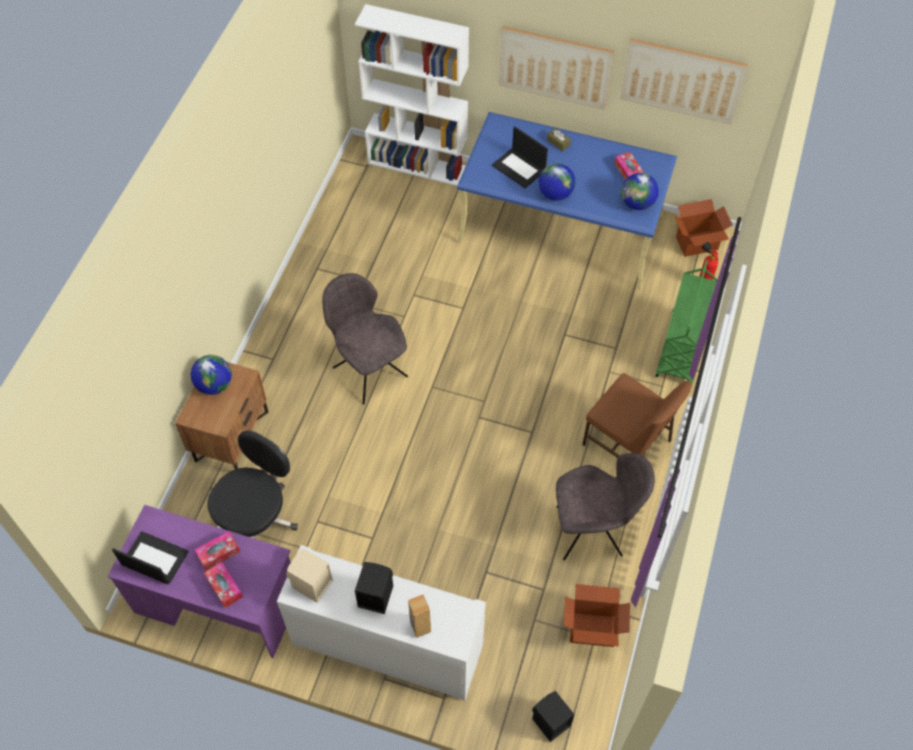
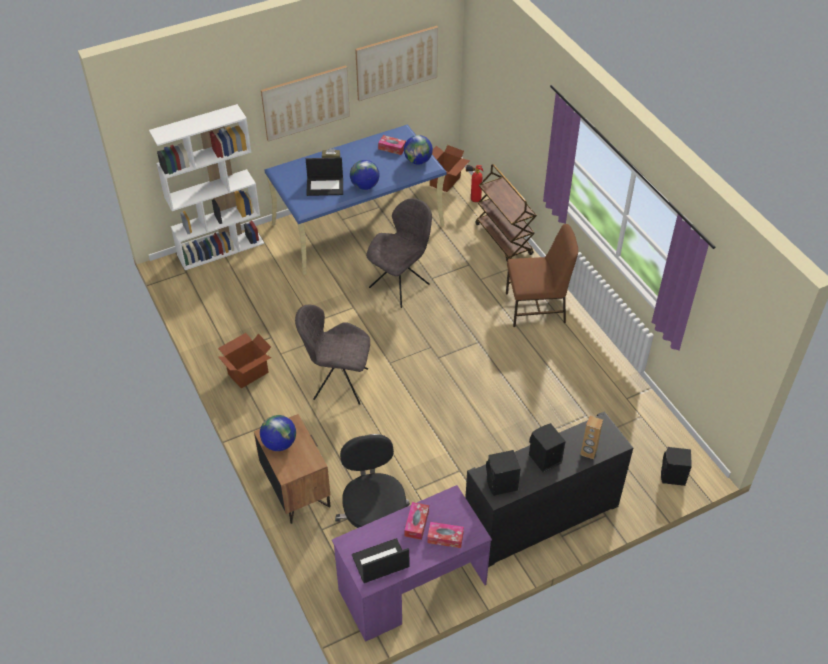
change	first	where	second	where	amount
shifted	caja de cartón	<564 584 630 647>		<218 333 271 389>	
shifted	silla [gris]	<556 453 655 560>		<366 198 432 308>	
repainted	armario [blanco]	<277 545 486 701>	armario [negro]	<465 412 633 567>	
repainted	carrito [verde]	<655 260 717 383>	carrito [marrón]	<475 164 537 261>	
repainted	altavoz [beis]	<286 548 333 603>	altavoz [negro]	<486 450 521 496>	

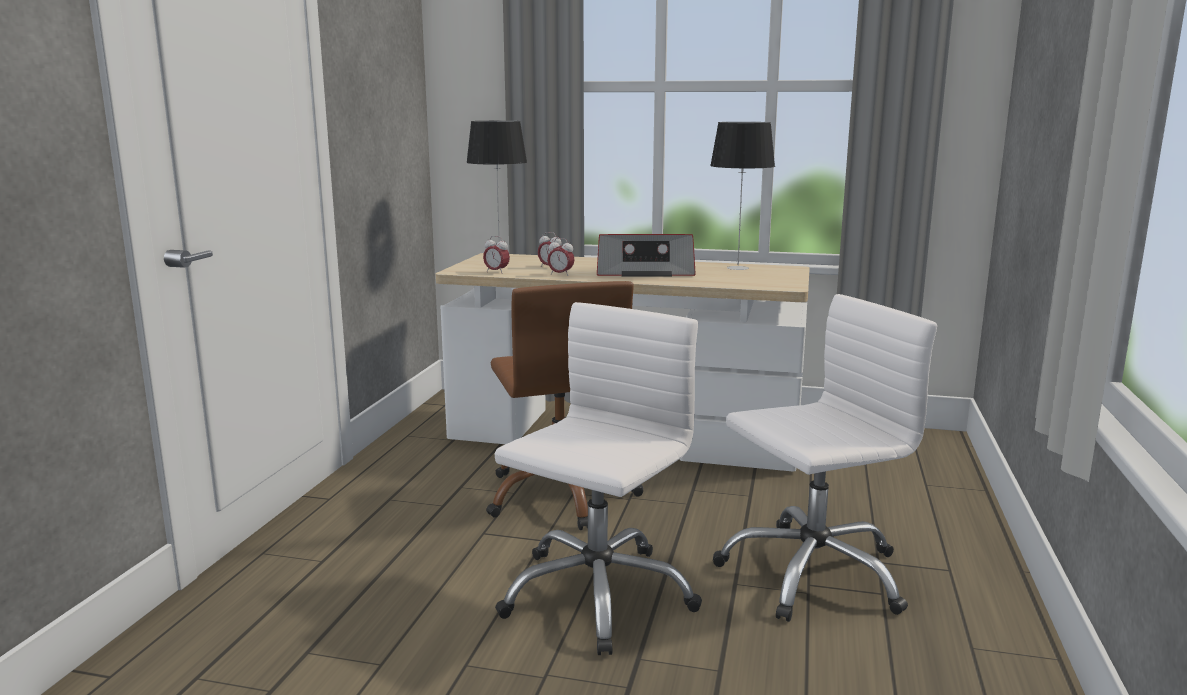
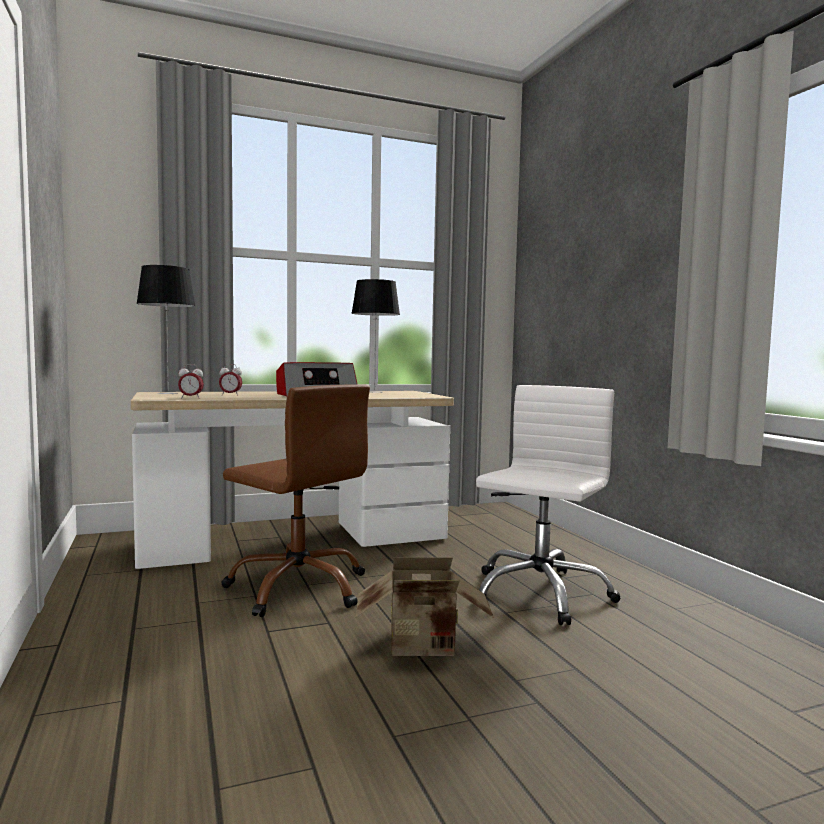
change	first	where	second	where	amount
swapped	silla de oficina [blanco]	<494 302 702 655>	caja de cartón	<355 557 494 656>	
gone	despertador	<547 238 575 276>			

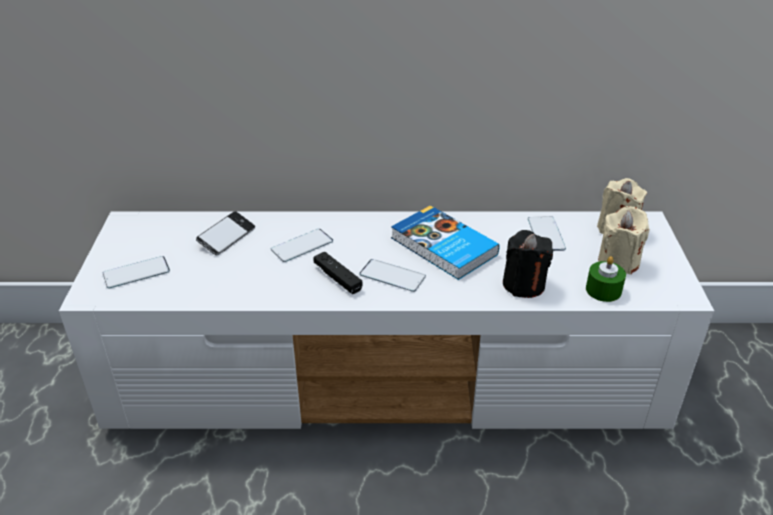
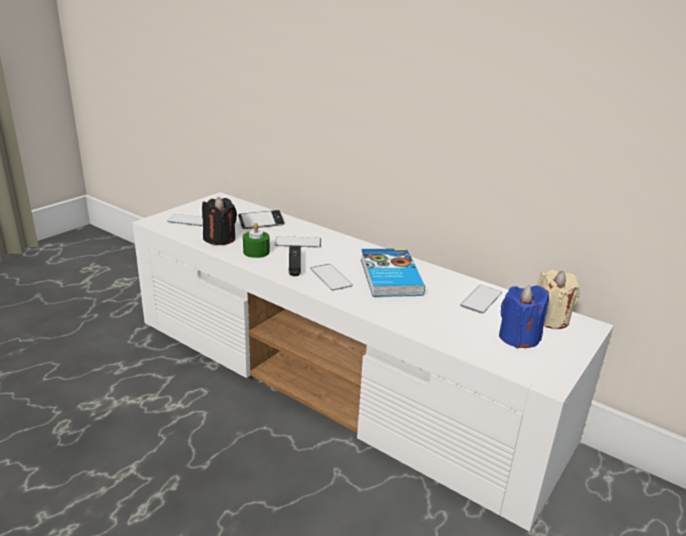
change	first	where	second	where	amount
shifted	vela [negro]	<503 230 553 298>		<202 197 237 245>	
shifted	vela [verde]	<586 256 626 302>		<243 223 270 258>	
repainted	vela [beis]	<598 206 649 275>	vela [azul]	<499 285 549 348>	

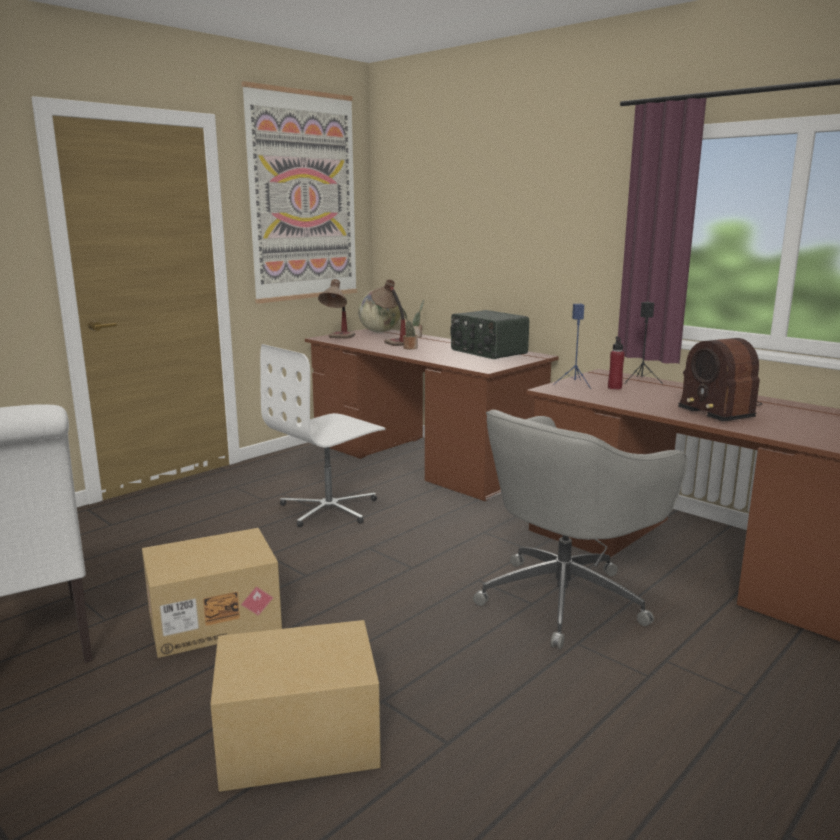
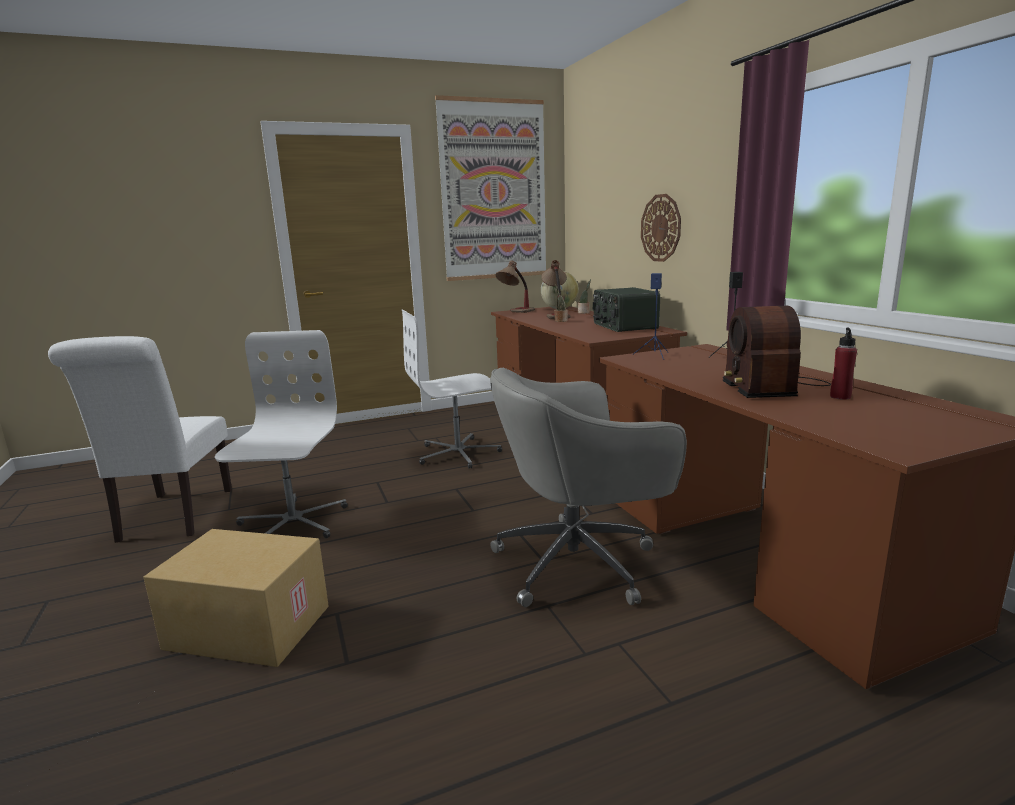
change	first	where	second	where	amount
swapped	caja de cartón	<142 528 282 658>	silla de oficina [blanco]	<215 330 348 538>	
new			reloj de pared	<641 194 681 262>	
shifted	botella [rojo]	<608 337 625 390>		<830 328 857 400>	

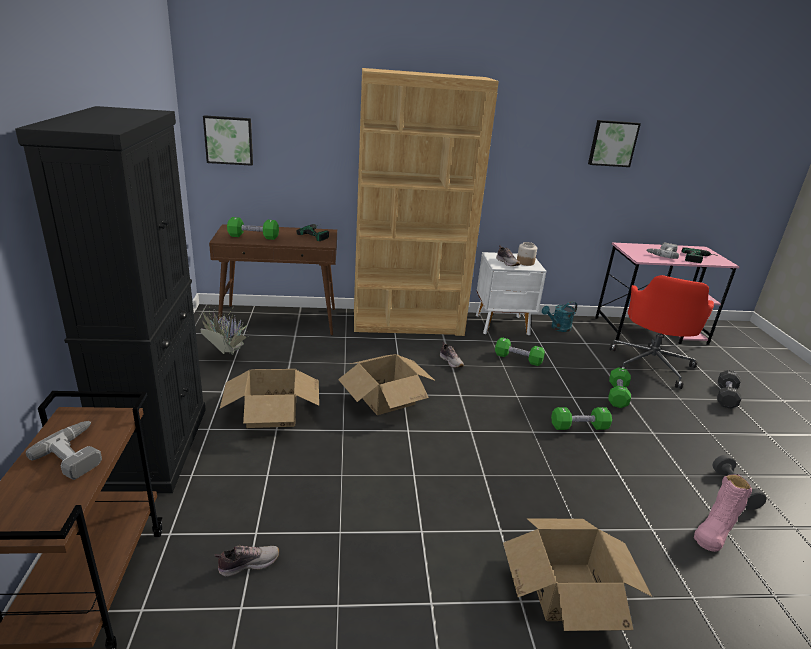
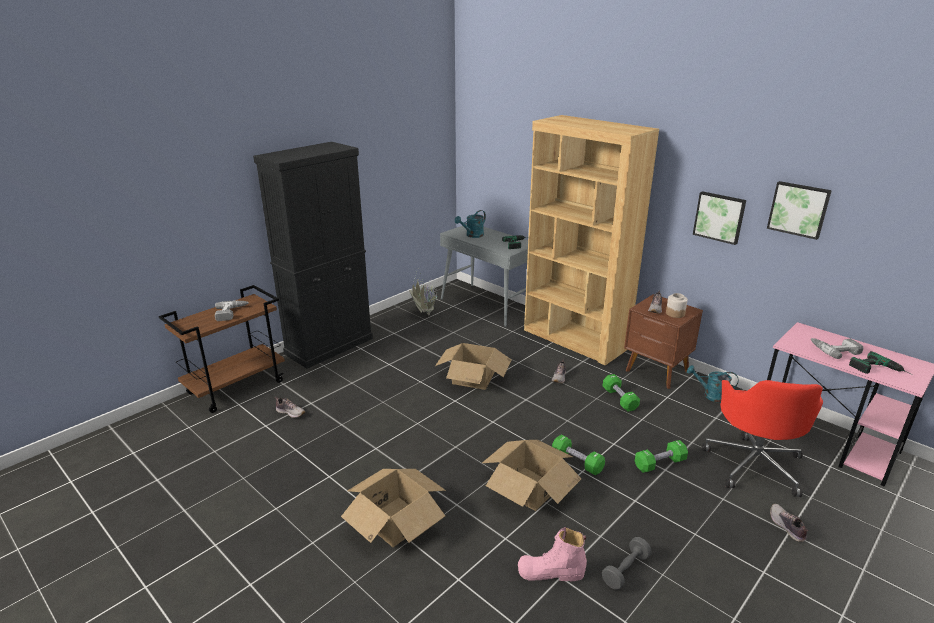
change	first	where	second	where	amount
repainted	mesa consola [marrón]	<209 224 337 336>	mesa consola [gris]	<440 224 528 327>	
swapped	mancuerna [verde]	<227 217 279 240>	regadera [turquesa]	<455 210 486 238>	
shifted	caja de cartón	<220 369 319 428>		<482 440 581 511>	
repainted	mesita de noche [blanco]	<476 252 547 335>	mesita de noche [marrón]	<624 294 703 389>	
shifted	cuadro	<203 115 253 166>		<693 191 746 245>	
rotated	silla de oficina [rojo]	<609 275 714 389>		<702 380 823 497>	60 degrees counterclockwise
swapped	mancuerna [negro]	<717 370 741 409>	zapato	<770 504 809 542>	

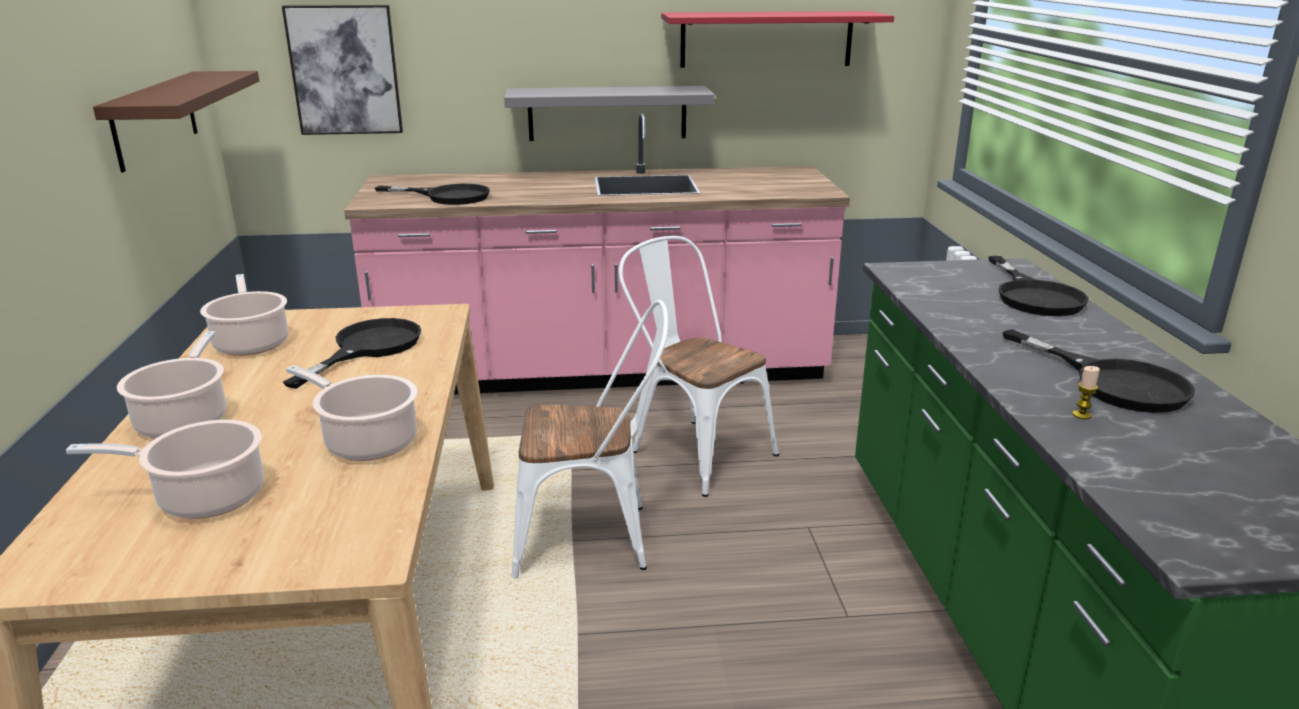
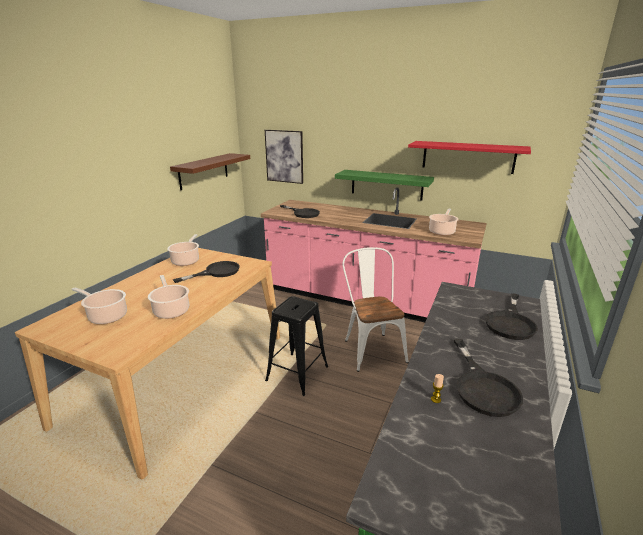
change	first	where	second	where	amount
swapped	silla [blanco]	<512 300 668 578>	taburete [negro]	<265 296 328 396>	
repainted	estante [gris]	<504 86 715 141>	estante [verde]	<335 170 434 201>	
shifted	olla	<117 331 226 439>		<429 208 459 236>	

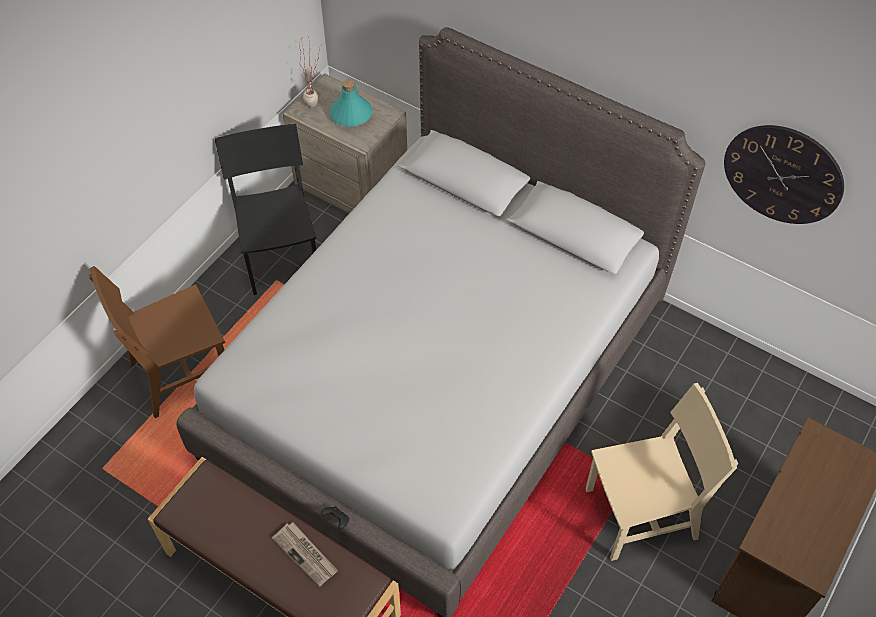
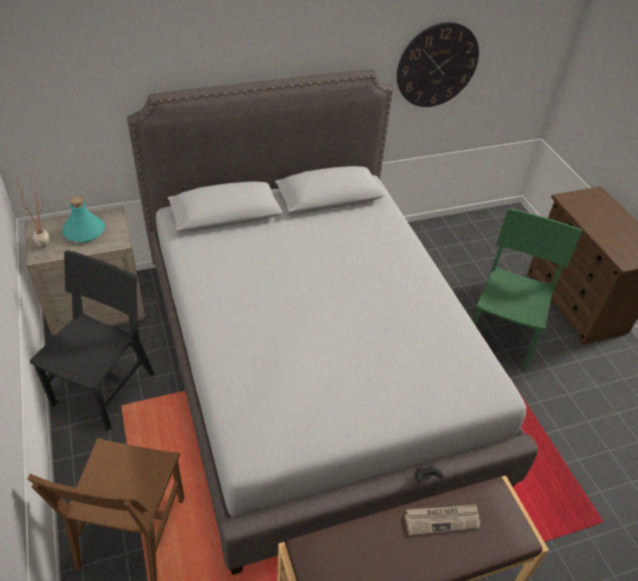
change	first	where	second	where	amount
rotated	silla [negro]	<215 124 316 295>		<29 250 154 431>	90 degrees clockwise
repainted	silla [beis]	<586 383 738 561>	silla [verde]	<473 208 582 371>	

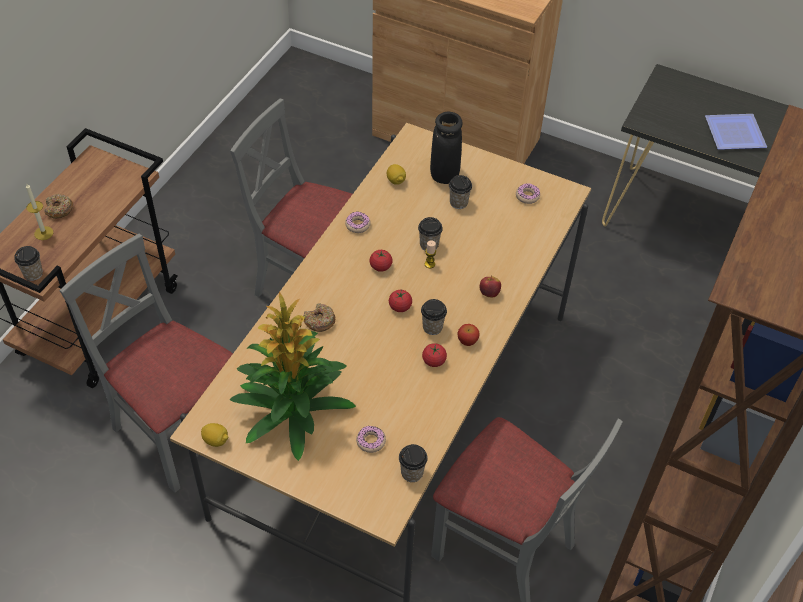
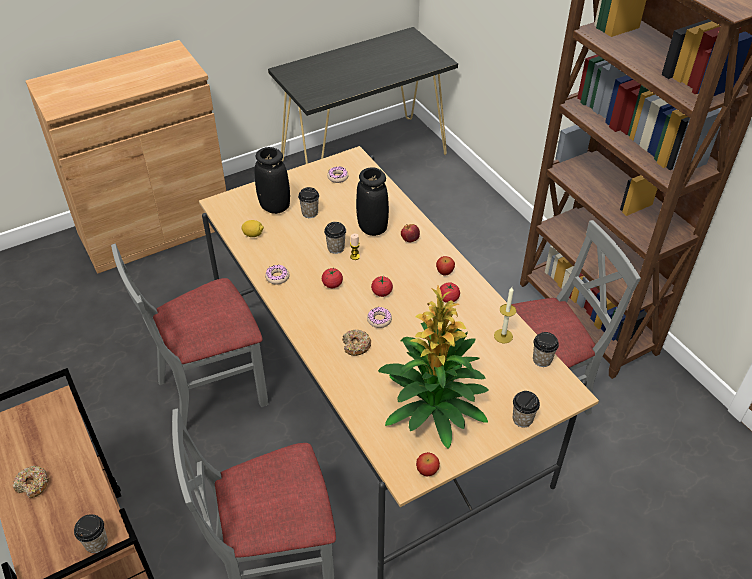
change	first	where	second	where	amount
new			florero [negro]	<356 167 389 236>	
shifted	rosquilla	<356 426 386 453>		<367 307 392 328>	
swapped	limón	<201 423 228 447>	manzana	<416 452 440 477>	
shifted	vela	<26 184 53 240>		<494 287 516 343>	
shifted	taza	<421 299 447 335>		<513 391 540 428>	
gone	plato	<705 114 767 150>			

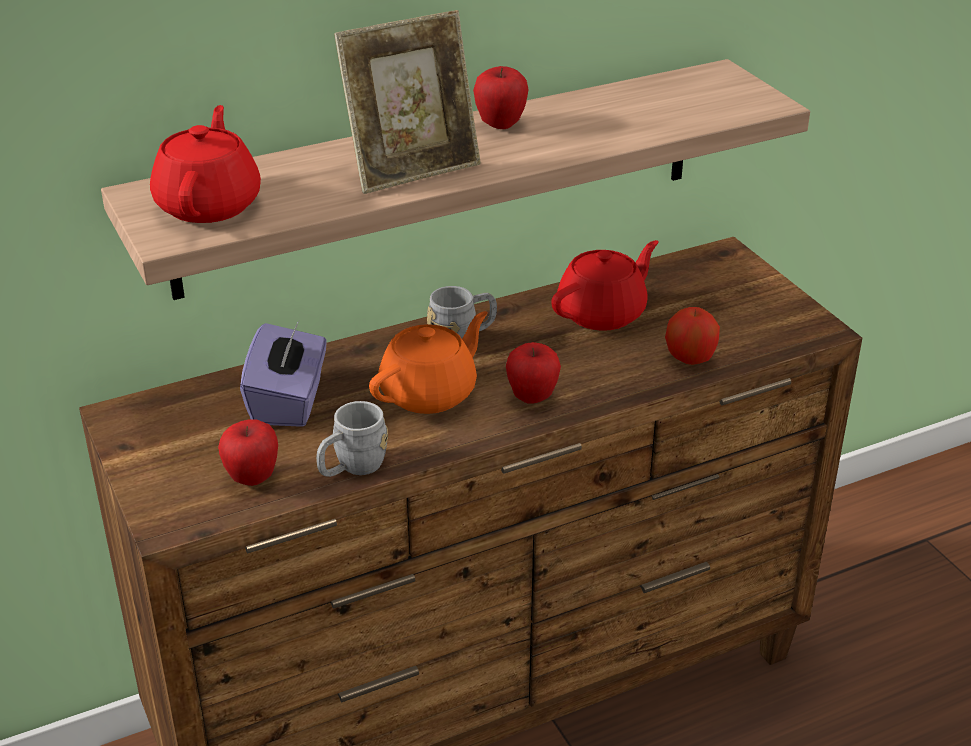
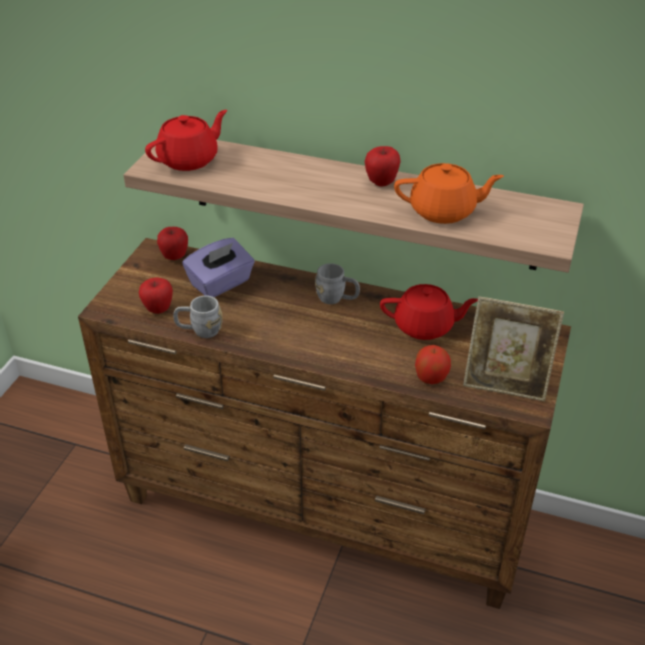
change	first	where	second	where	amount
shifted	manzana	<506 342 561 404>		<157 227 188 260>	
shifted	tetera [naranja]	<369 311 488 414>		<394 163 504 224>	
shifted	portarretratos	<334 10 481 194>		<463 296 564 401>	

